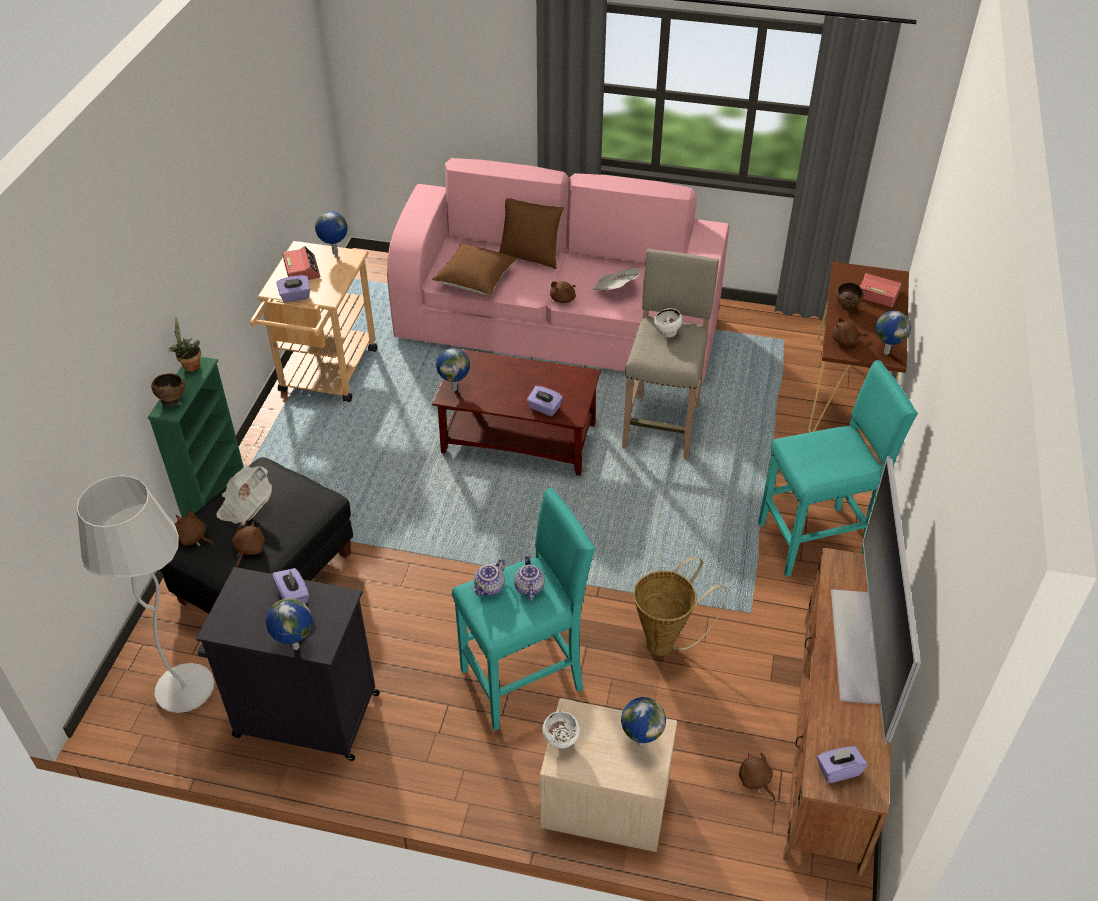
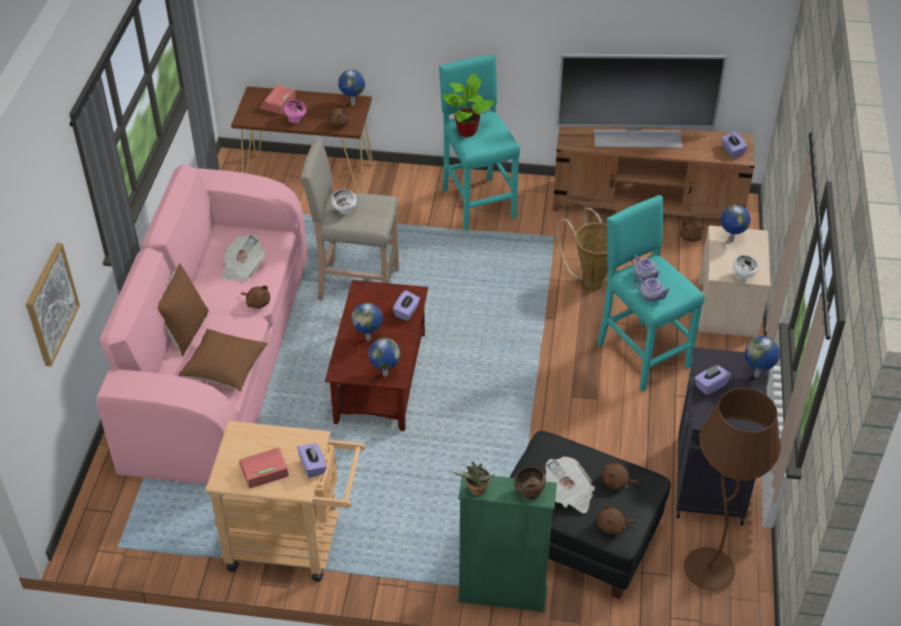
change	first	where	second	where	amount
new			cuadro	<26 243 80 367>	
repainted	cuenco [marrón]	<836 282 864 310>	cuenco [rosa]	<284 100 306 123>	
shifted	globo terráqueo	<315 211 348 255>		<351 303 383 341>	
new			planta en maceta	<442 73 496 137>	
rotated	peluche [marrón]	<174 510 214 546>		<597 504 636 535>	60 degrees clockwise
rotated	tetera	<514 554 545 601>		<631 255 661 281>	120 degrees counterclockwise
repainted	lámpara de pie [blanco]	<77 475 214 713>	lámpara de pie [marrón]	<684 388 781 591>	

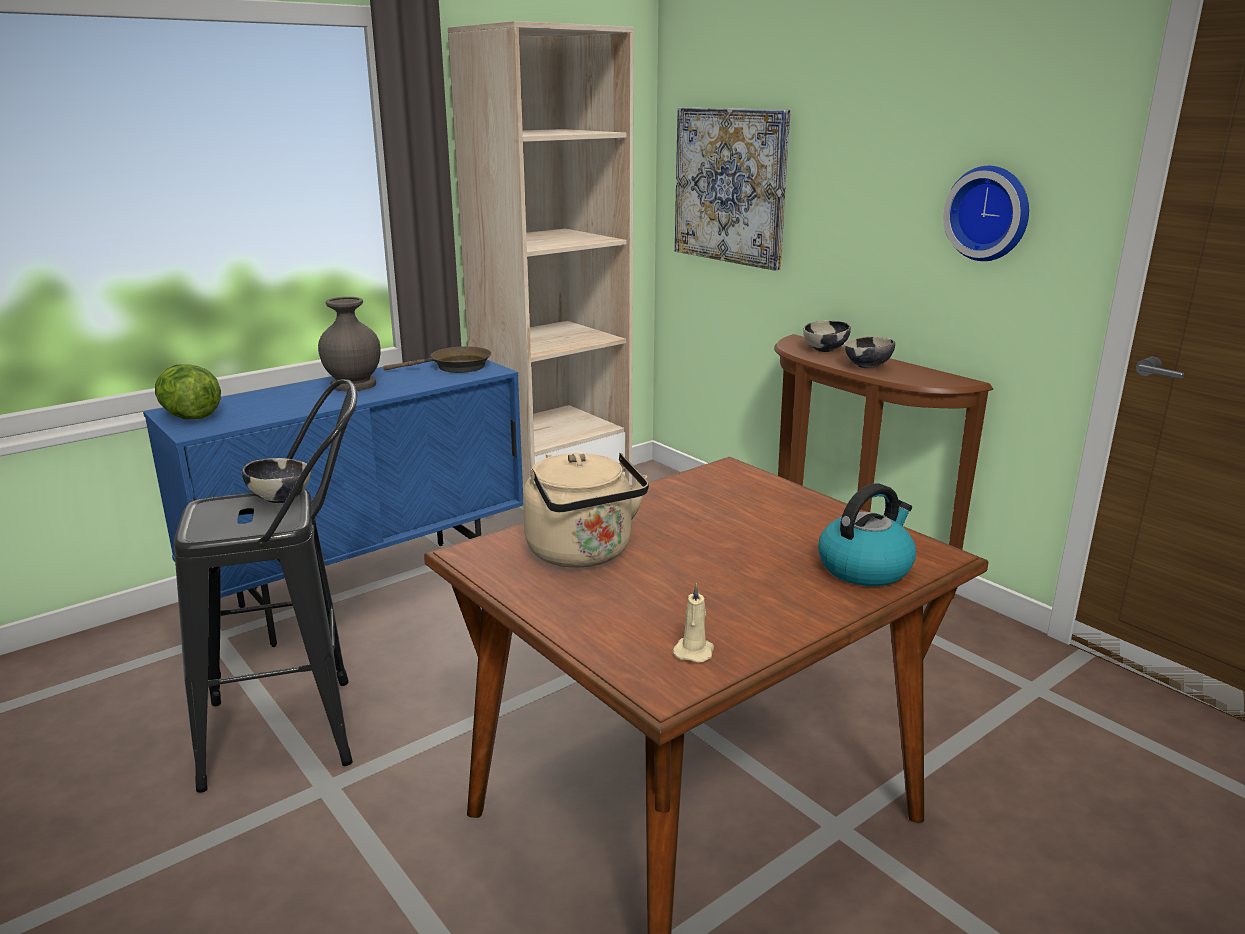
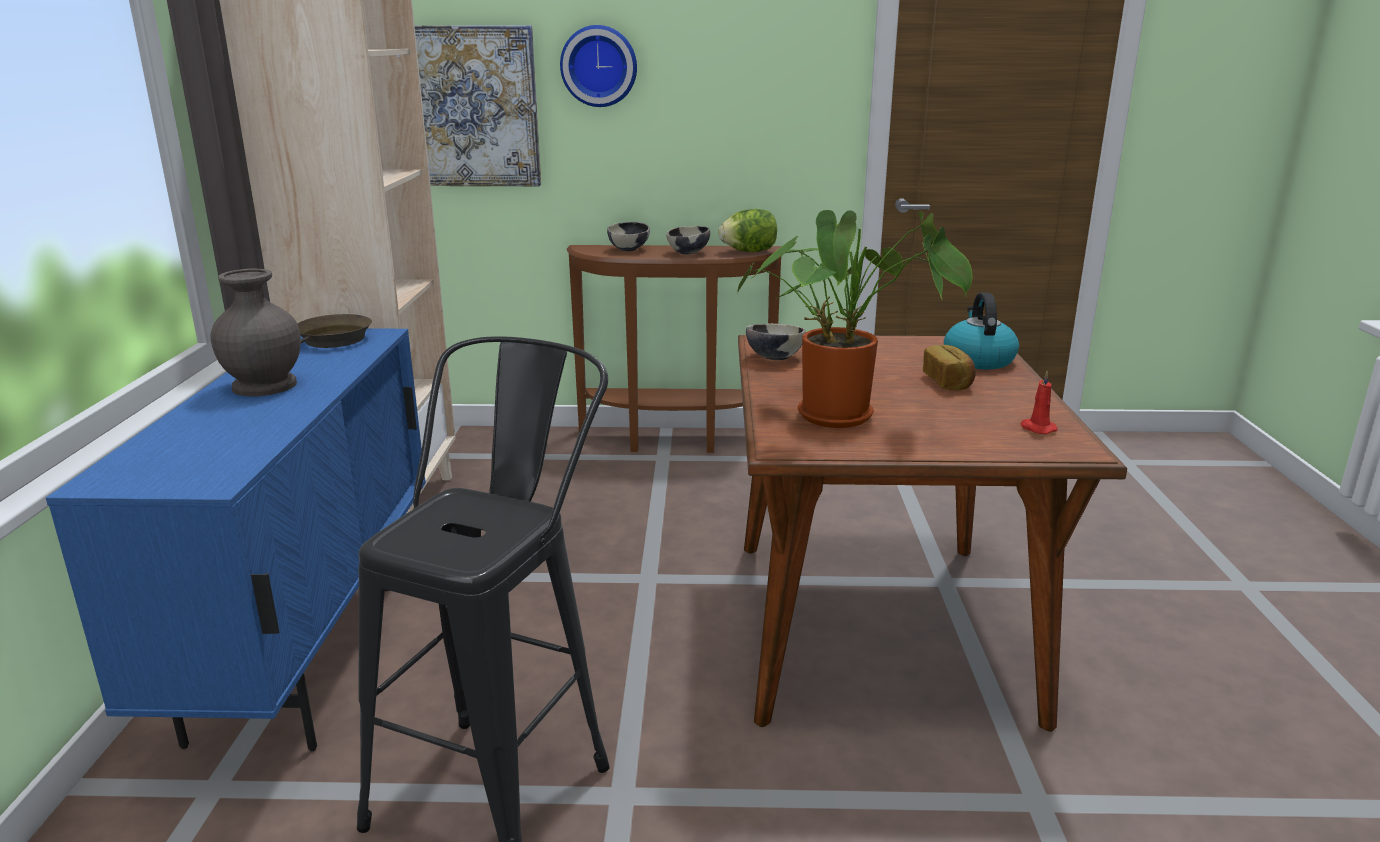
change	first	where	second	where	amount
shifted	reloj de pared	<943 166 1029 261>		<560 25 637 107>	
shifted	lechuga	<155 364 221 419>		<719 209 777 252>	
swapped	hervidor [beis]	<523 453 649 568>	planta en maceta	<736 210 973 428>	
shifted	cuenco	<242 458 311 503>		<746 324 805 360>	
new			pan	<923 345 976 390>	
repainted	vela [beis]	<673 582 714 663>	vela [rojo]	<1020 371 1057 434>	

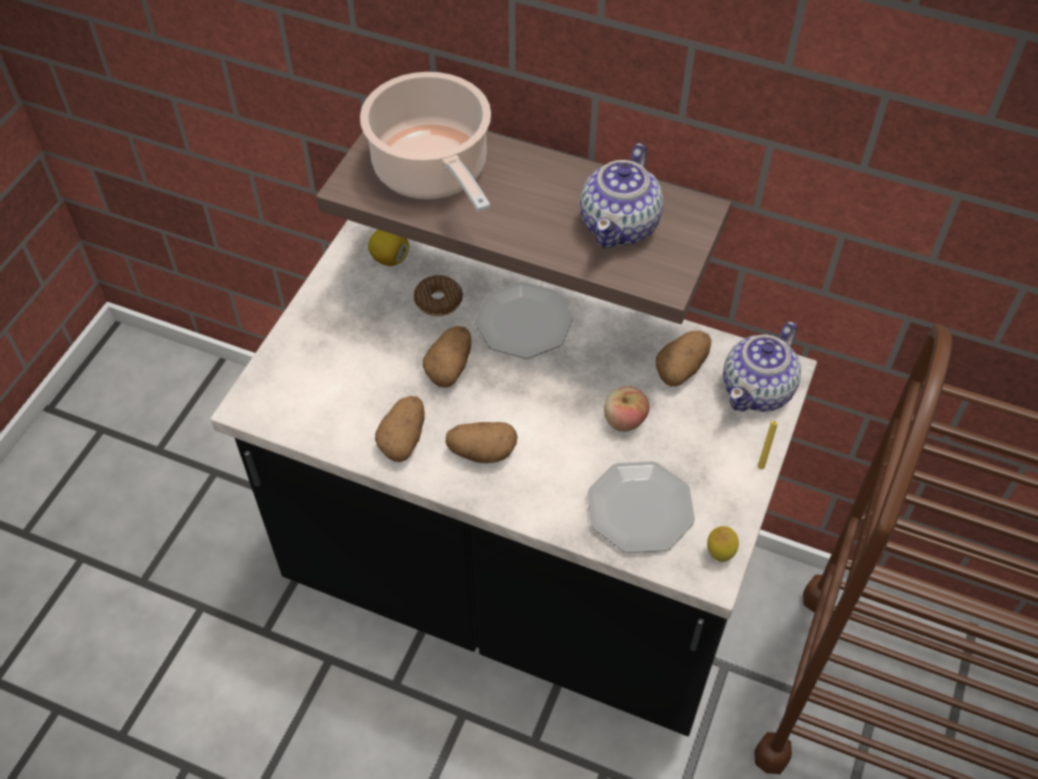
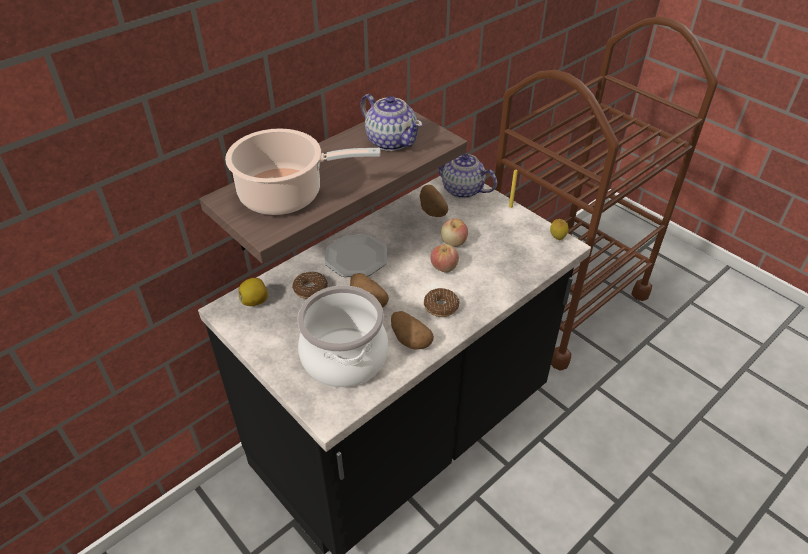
change	first	where	second	where	amount
new			olla	<298 285 388 387>	
swapped	patata	<446 422 518 463>	rosquilla	<424 288 459 317>	
new			manzana	<430 244 459 272>	
rotated	tetera	<723 321 801 412>		<438 154 497 199>	150 degrees clockwise
gone	plato	<588 461 695 553>			

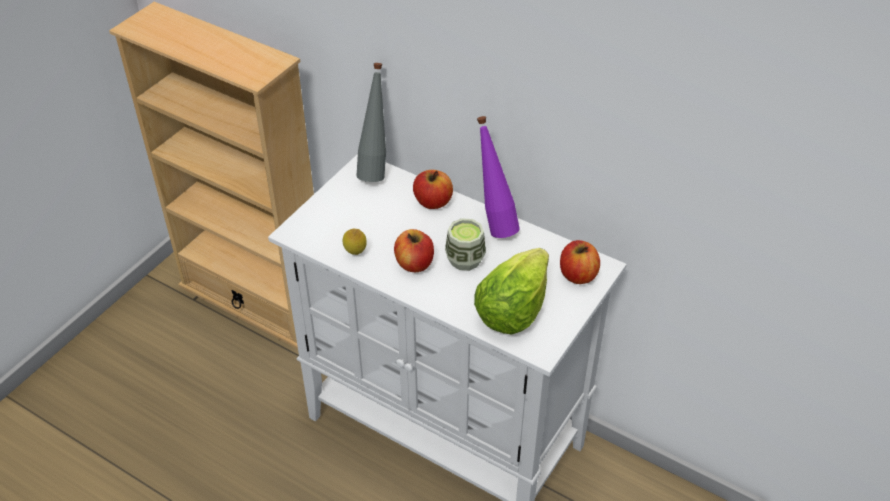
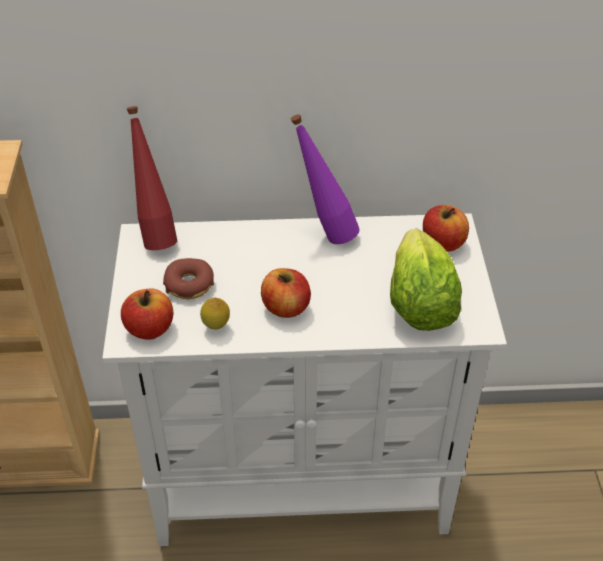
change	first	where	second	where	amount
shifted	manzana	<413 170 453 209>		<121 288 173 339>	
repainted	botella [gris]	<357 63 386 182>	botella [rojo]	<127 106 177 250>	
new			rosquilla	<163 258 214 299>	
gone	taza	<445 218 486 271>			

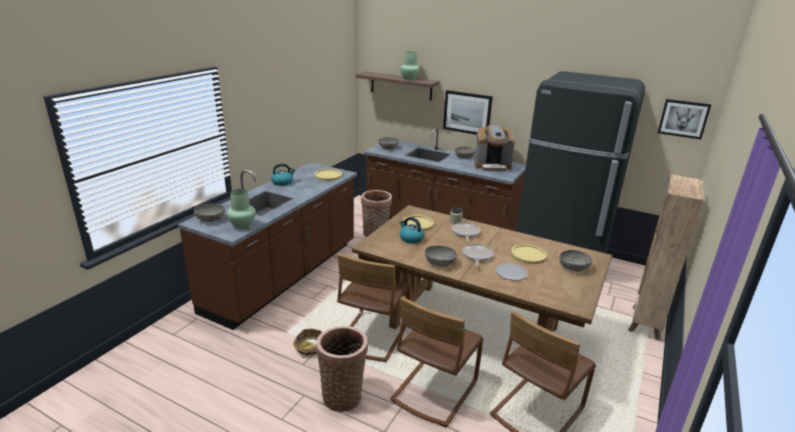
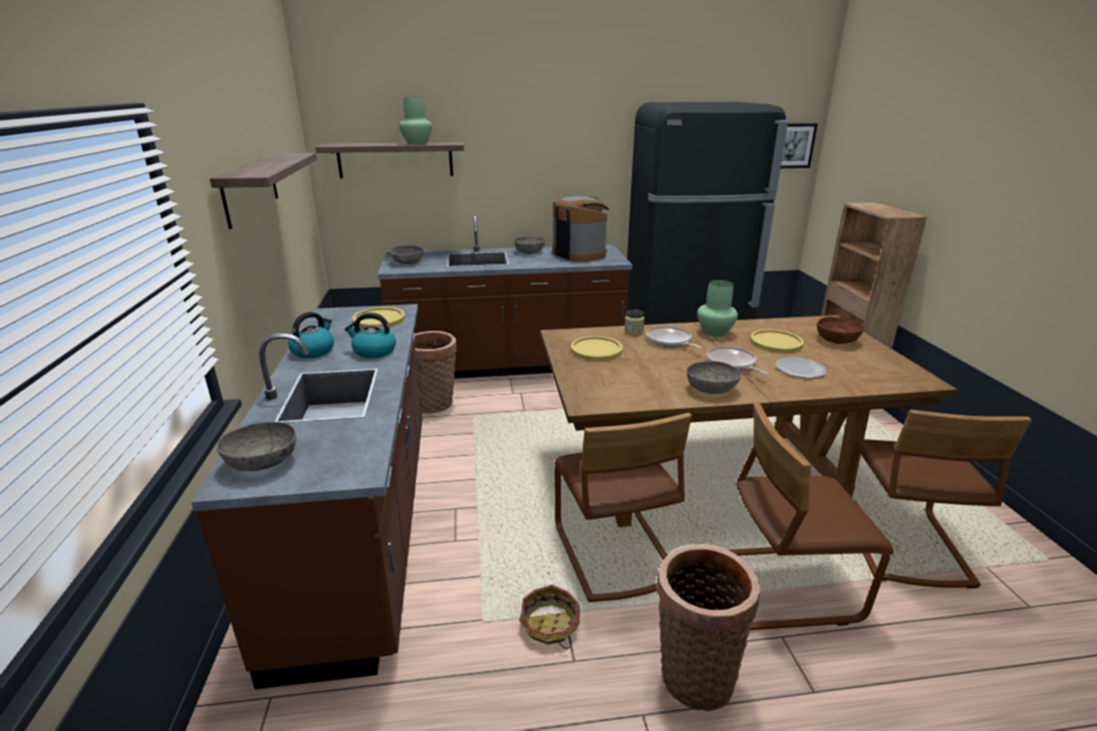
change	first	where	second	where	amount
new			estante	<210 153 317 229>	
shifted	hervidor	<400 217 424 244>		<345 313 396 358>	
rotated	cafetera	<474 125 515 172>		<553 196 609 262>	90 degrees counterclockwise
shifted	florero [verde]	<227 189 256 229>		<697 280 738 337>	
rotated	silla [marrón]	<390 297 484 428>		<729 403 893 631>	90 degrees clockwise
repainted	cuenco [gris]	<559 250 593 272>	cuenco [marrón]	<817 317 864 344>	
gone	cuadro	<443 90 493 135>			

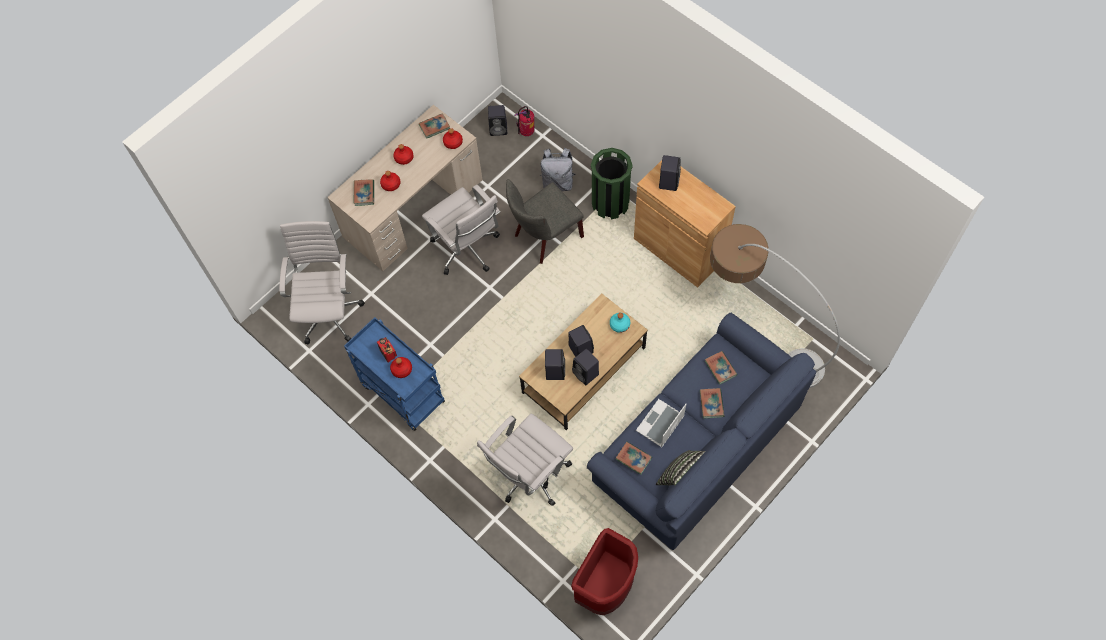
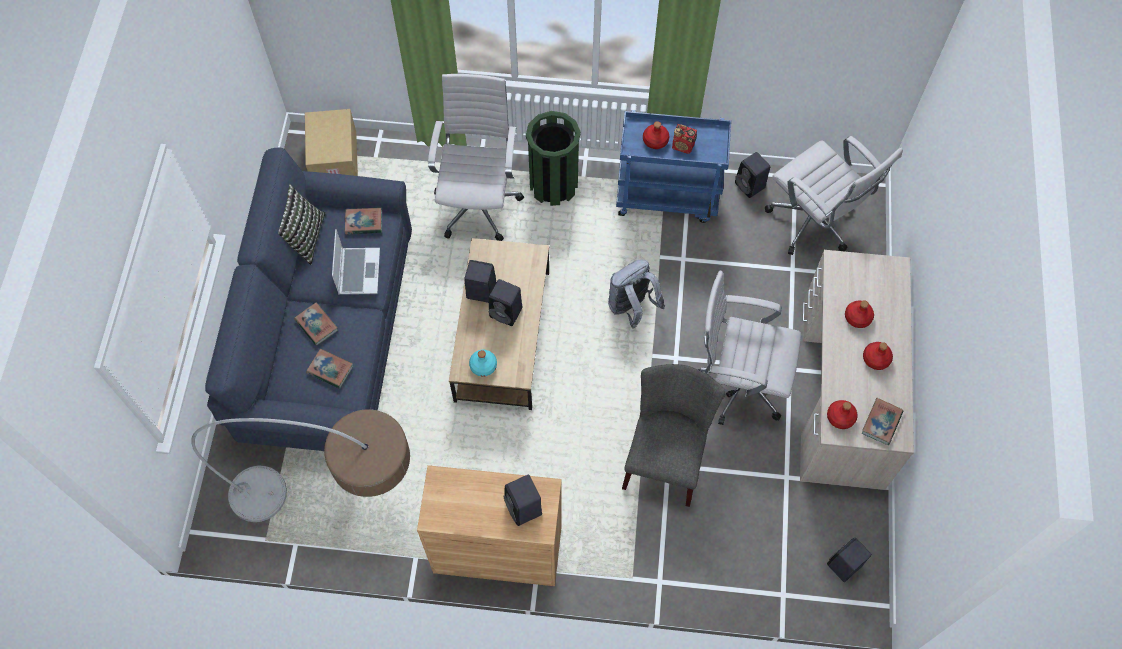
change	first	where	second	where	amount
swapped	papelera [rojo]	<571 528 638 615>	caja de cartón	<305 109 358 176>	
shifted	papelera [verde]	<591 148 633 219>		<526 111 581 206>	
shifted	mochila [gris]	<540 148 575 191>		<608 259 665 328>	
shifted	altavoz [negro]	<545 349 565 380>		<735 152 770 198>	
gone	libro	<354 179 374 206>			
gone	extintor	<514 106 535 136>			

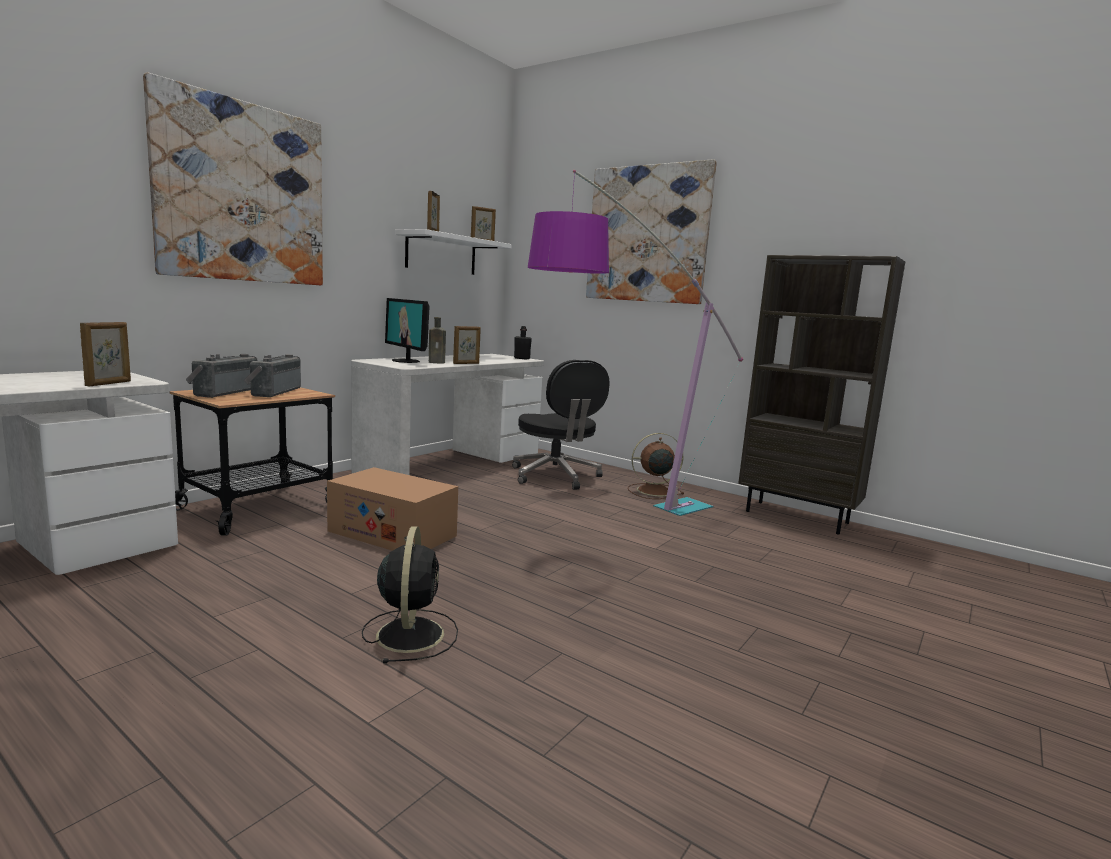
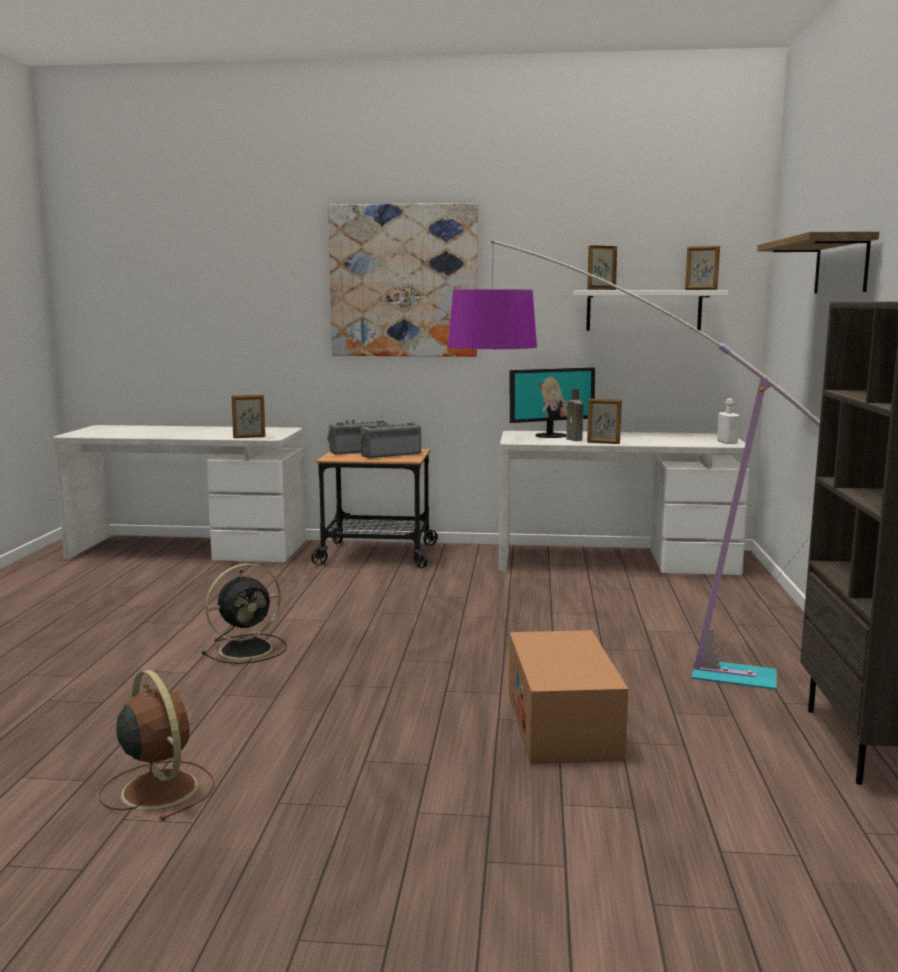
change	first	where	second	where	amount
shifted	ventilador [marrón]	<628 433 684 499>		<99 670 215 821>	
shifted	caja de cartón	<327 467 458 551>		<509 630 628 764>	
rotated	monitor	<385 298 430 363>		<510 367 595 438>	135 degrees counterclockwise
repainted	botella [negro]	<514 326 532 360>	botella [blanco]	<717 399 739 444>	
swapped	cuadro	<586 159 717 304>	estante	<757 231 879 293>	
gone	silla de oficina [negro]	<512 360 610 490>			

